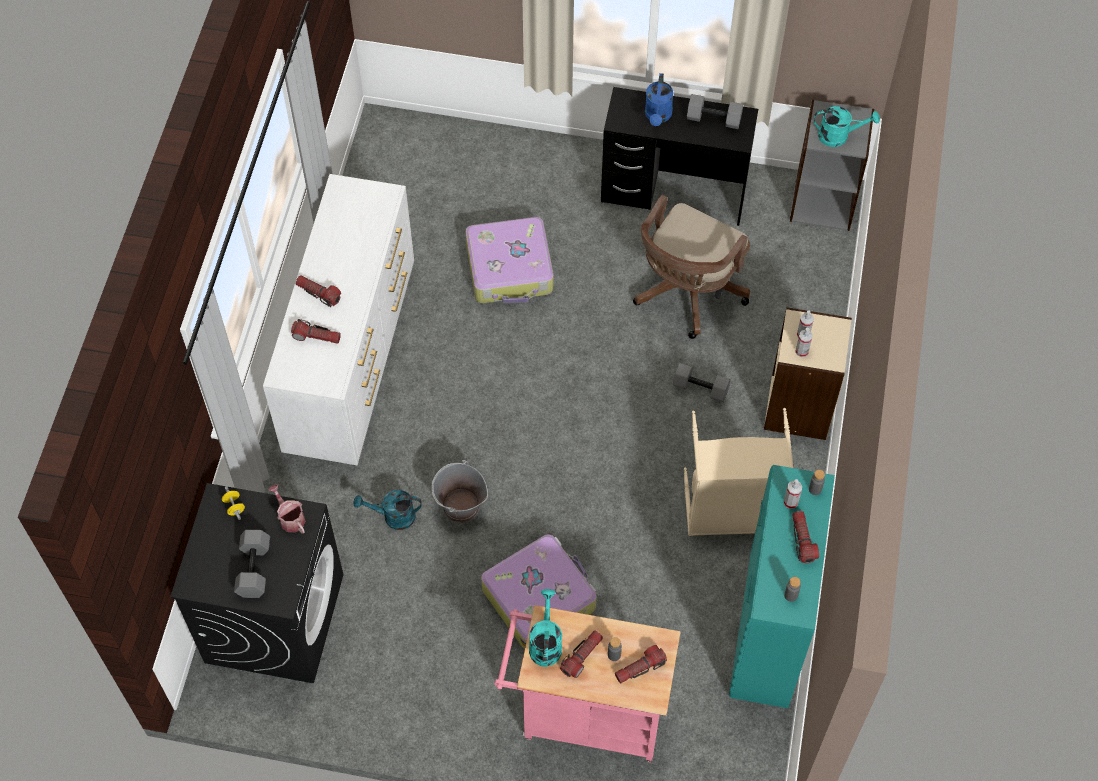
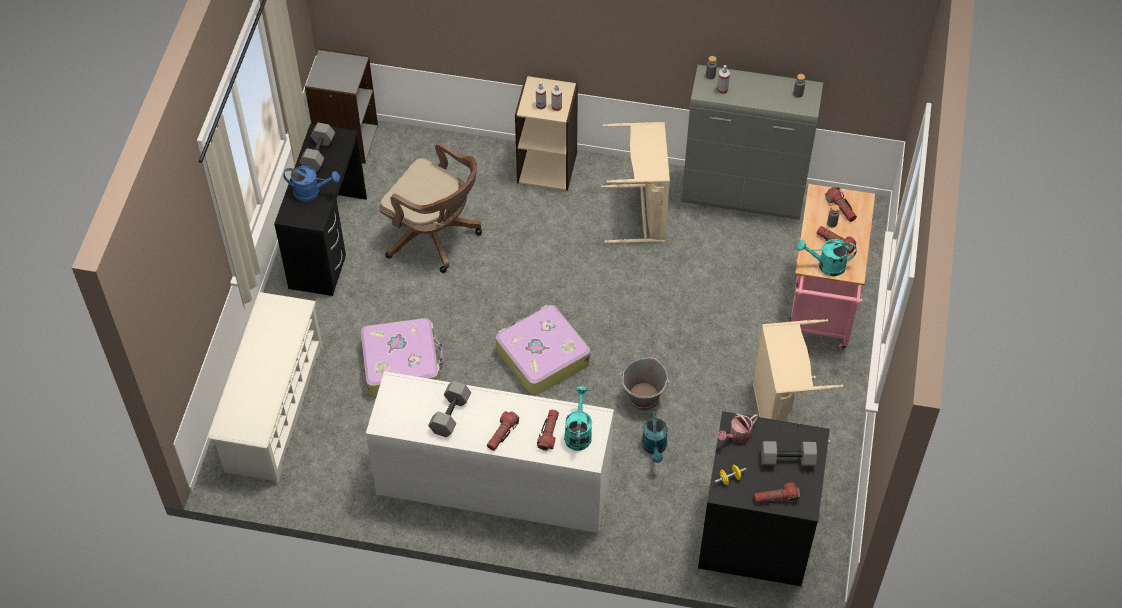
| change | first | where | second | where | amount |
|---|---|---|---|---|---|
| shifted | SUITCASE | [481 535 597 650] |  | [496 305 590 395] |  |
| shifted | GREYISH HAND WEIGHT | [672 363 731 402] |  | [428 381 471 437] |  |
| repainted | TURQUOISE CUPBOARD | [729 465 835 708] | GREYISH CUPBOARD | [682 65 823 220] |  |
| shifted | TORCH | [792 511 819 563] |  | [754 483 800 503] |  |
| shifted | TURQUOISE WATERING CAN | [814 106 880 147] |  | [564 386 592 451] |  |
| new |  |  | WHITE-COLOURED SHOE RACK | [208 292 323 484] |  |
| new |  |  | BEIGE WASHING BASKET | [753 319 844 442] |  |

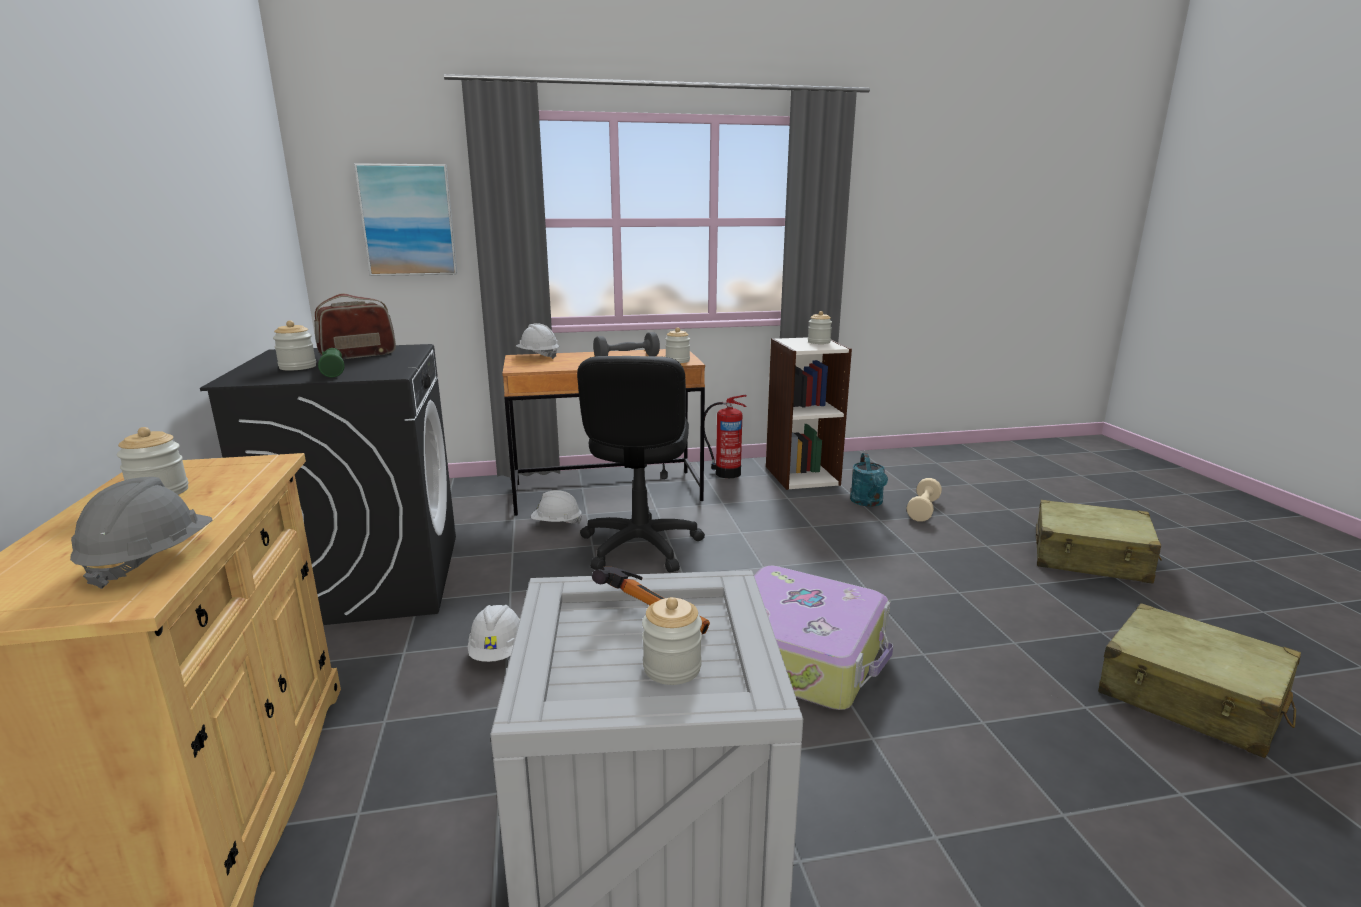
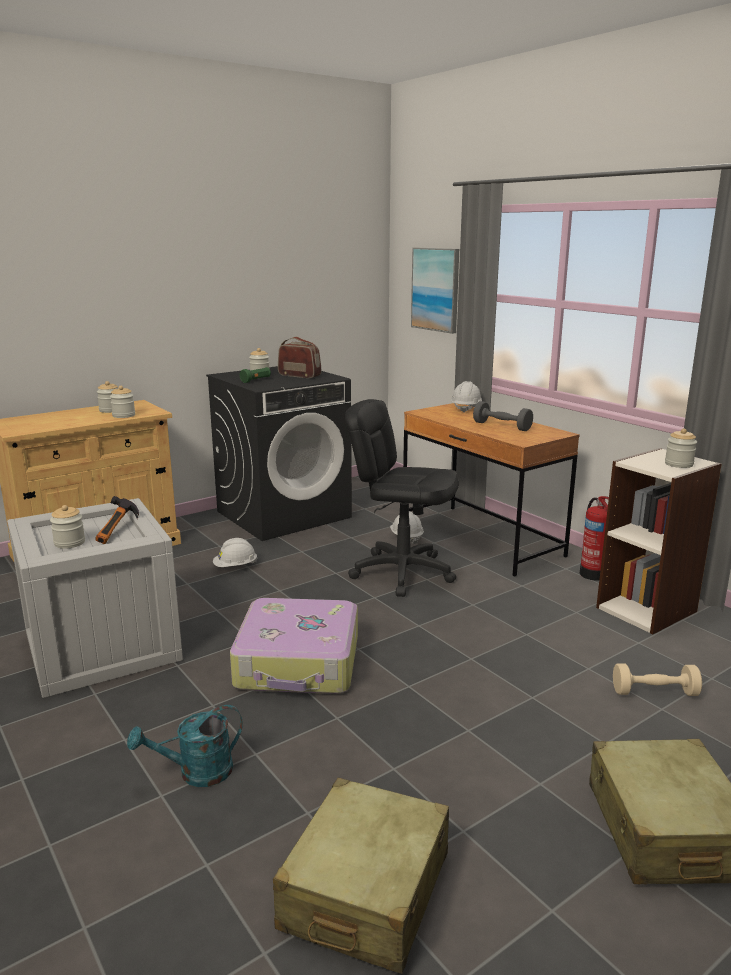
| change | first | where | second | where | amount |
|---|---|---|---|---|---|
| gone | GREYISH HARD HAT | [70 477 212 589] |  |  |  |
| rotated | BLACK DESK CHAIR | [577 356 705 572] |  | [345 399 459 597] | 45 degrees clockwise |
| shifted | JAR | [665 327 690 363] |  | [110 386 135 418] |  |
| shifted | TURQUOISE WATERING CAN | [850 453 888 507] |  | [127 705 243 787] |  |

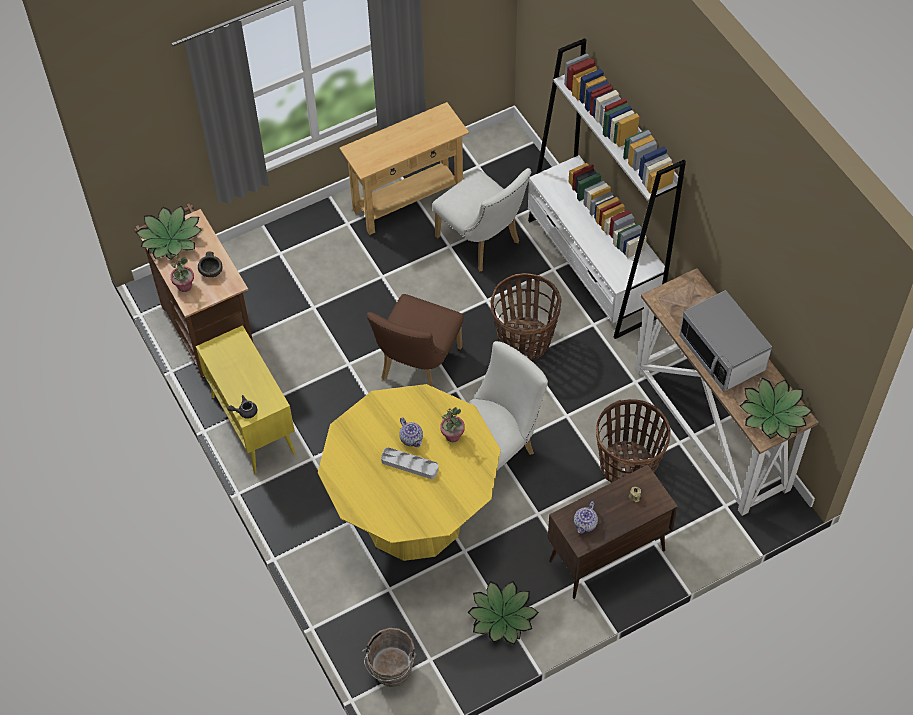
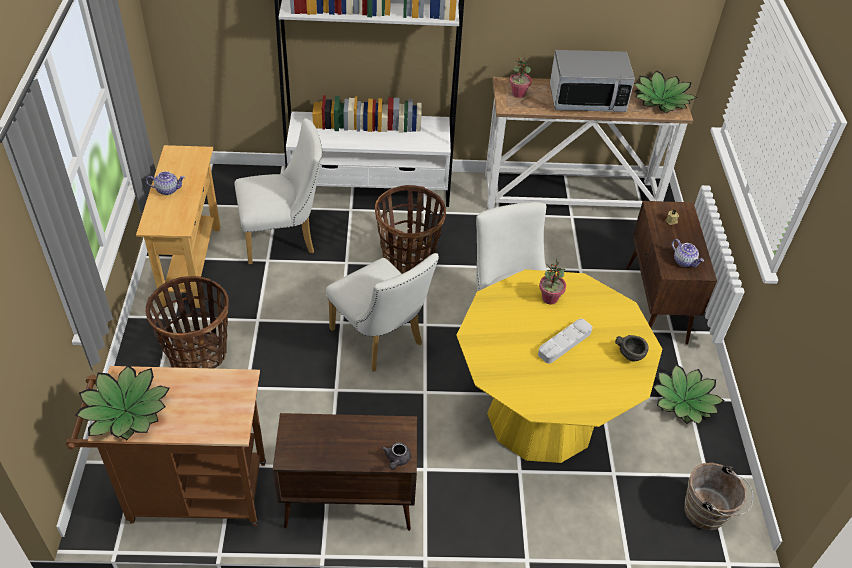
| change | first | where | second | where | amount |
|---|---|---|---|---|---|
| shifted | HOUSEPLANT | [170 257 194 292] |  | [510 56 532 98] |  |
| repainted | YELLOW-COLOURED CUPBOARD | [196 325 296 473] | BROWN-COLOURED CUPBOARD | [273 413 417 531] |  |
| shifted | GREYISH DEEP DISH | [198 252 223 277] |  | [615 335 649 361] |  |
| repainted | BROWN-COLOURED PLAIN CHAIR | [367 294 464 387] | WHITE-COLOURED PLAIN CHAIR | [326 253 439 372] |  |
| shifted | POT FOR TEA | [399 417 423 447] |  | [146 171 185 195] |  |
| shifted | STORAGE BASKET | [596 399 670 483] |  | [145 276 229 369] |  |

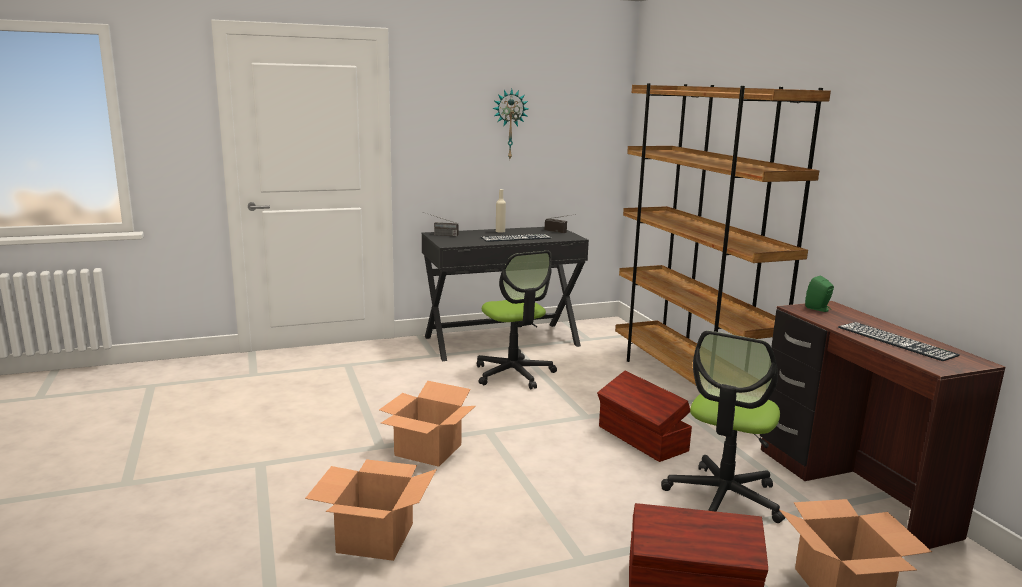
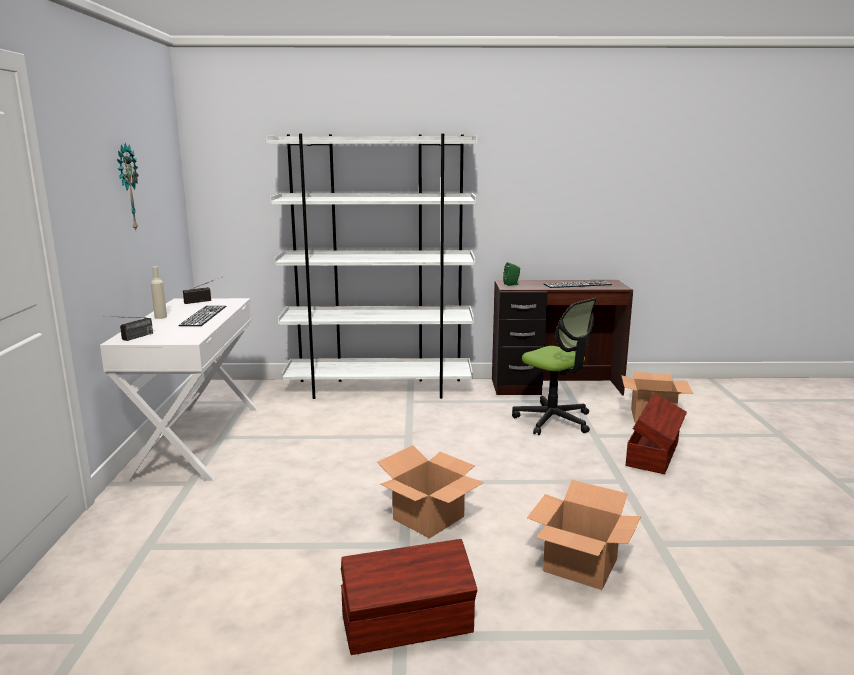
| change | first | where | second | where | amount |
|---|---|---|---|---|---|
| repainted | BLACK DESK UNIT | [422 227 589 361] | WHITE-COLOURED DESK UNIT | [100 298 258 481] |  |
| gone | DESK CHAIR | [477 251 557 389] |  |  |  |
| shifted | BROWN-COLOURED STORAGE BIN | [597 371 692 462] |  | [341 539 477 655] |  |
| repainted | BROWN-COLOURED SHELVING UNIT | [615 83 831 385] | WHITE-COLOURED SHELVING UNIT | [266 134 478 399] |  |

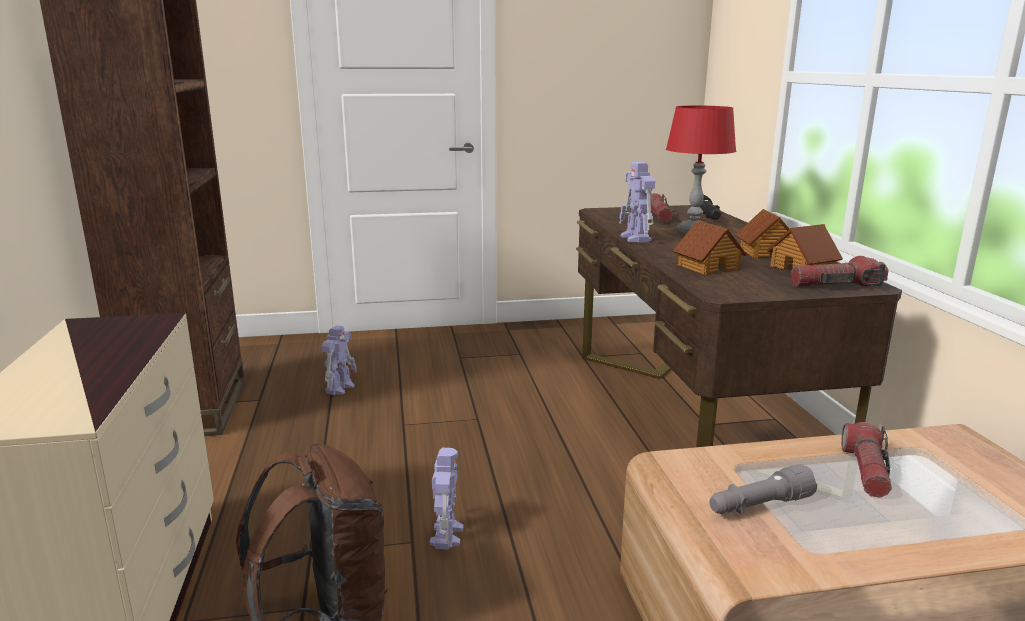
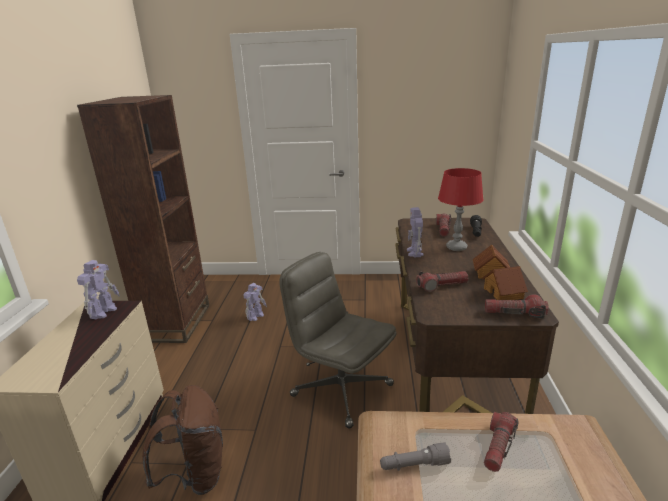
| change | first | where | second | where | amount |
|---|---|---|---|---|---|
| shifted | ROBOT FIGURE | [430 448 463 549] |  | [77 260 120 319] |  |
| swapped | MINIATURE HOUSE | [673 220 746 275] | TORCH | [416 271 468 292] |  |
| new |  |  | GREYISH DESK CHAIR | [279 252 396 429] |  |

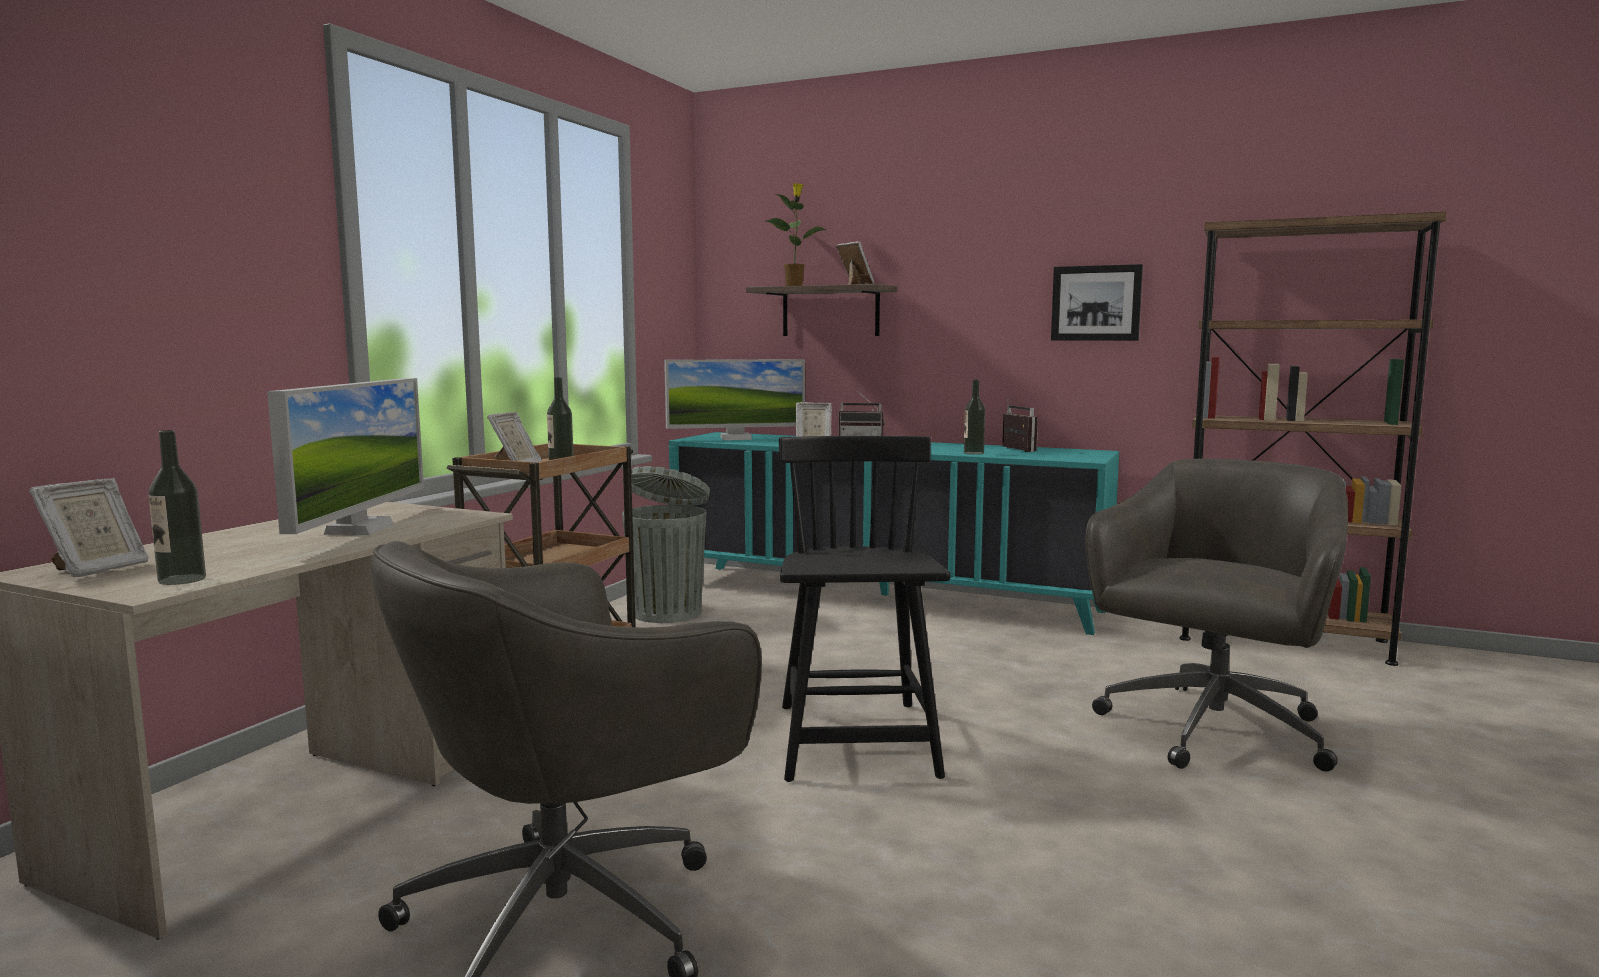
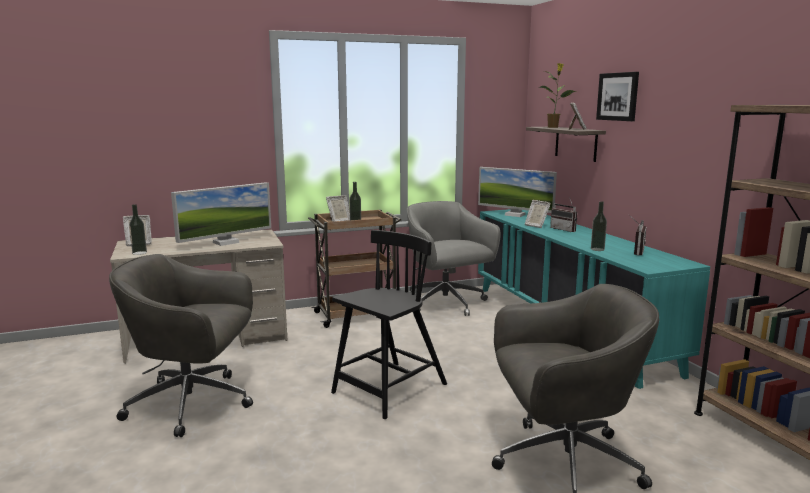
| change | first | where | second | where | amount |
|---|---|---|---|---|---|
| swapped | GREYISH WASTE BIN | [622 466 710 623] | GREYISH DESK CHAIR | [407 201 501 316] |  |
| shifted | WALL ART | [1051 264 1143 341] |  | [596 72 639 121] |  |

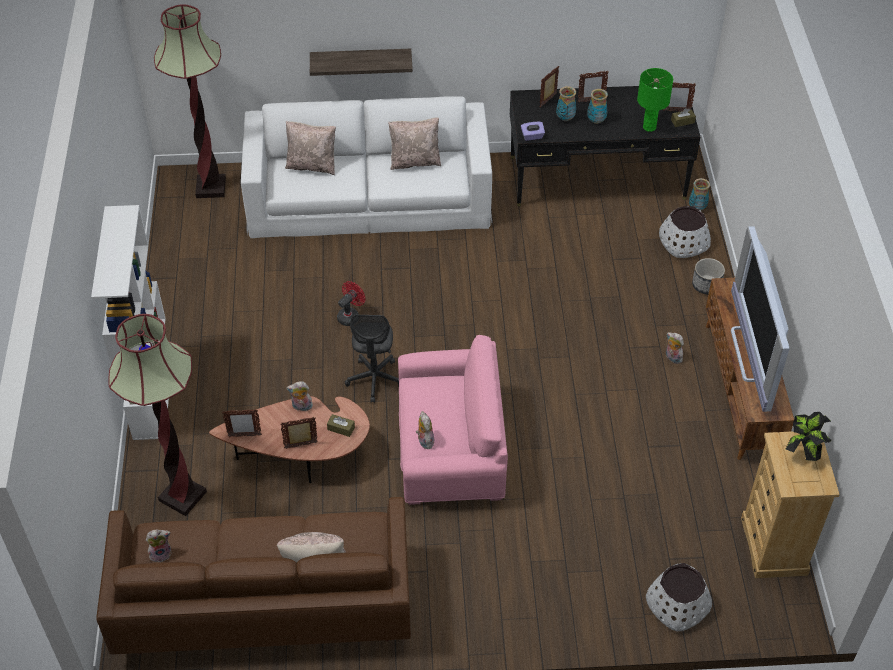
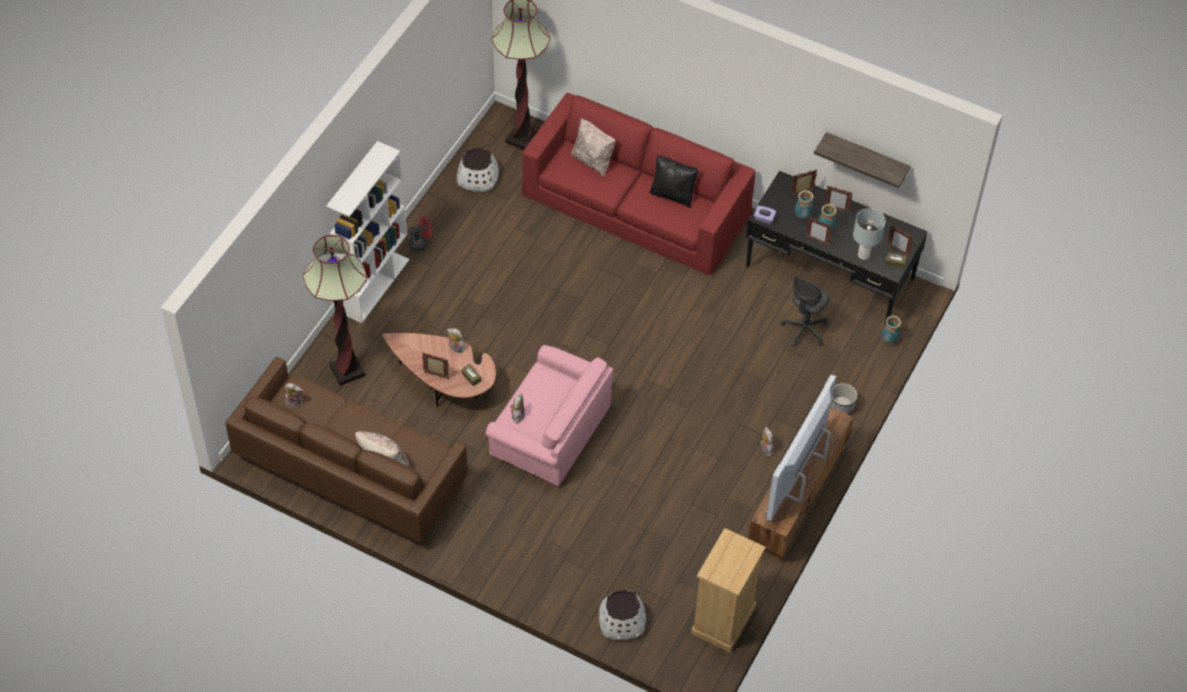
| change | first | where | second | where | amount |
|---|---|---|---|---|---|
| shifted | STANDING FRAME | [222 409 262 437] |  | [805 217 833 247] |  |
| repainted | WHITE-COLOURED COUCH | [241 96 492 238] | RED COUCH | [522 93 756 276] |  |
| shifted | SHELF | [310 49 413 76] |  | [814 132 911 188] |  |
| shifted | RED FAN | [337 281 366 326] |  | [409 216 432 251] |  |
| shifted | GREYISH DESK CHAIR | [345 315 399 403] |  | [781 276 830 347] |  |
| repainted | BEIGE PILLOW | [388 118 441 170] | BLACK PILLOW | [649 155 699 208] |  |
| repainted | GREEN-COLOURED TABLE LAMP | [637 68 673 132] | GREYISH TABLE LAMP | [853 208 886 260] |  |
| shifted | WHITE-COLOURED PLANT POT | [659 206 711 258] |  | [457 148 499 192] |  |
| gone | HOUSEPLANT | [786 412 831 461] |  |  |  |

